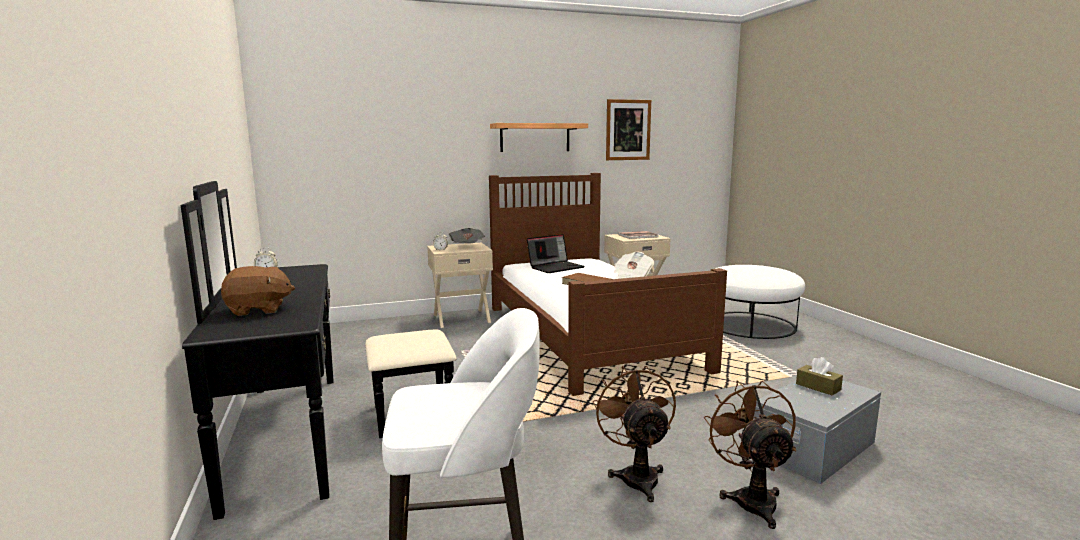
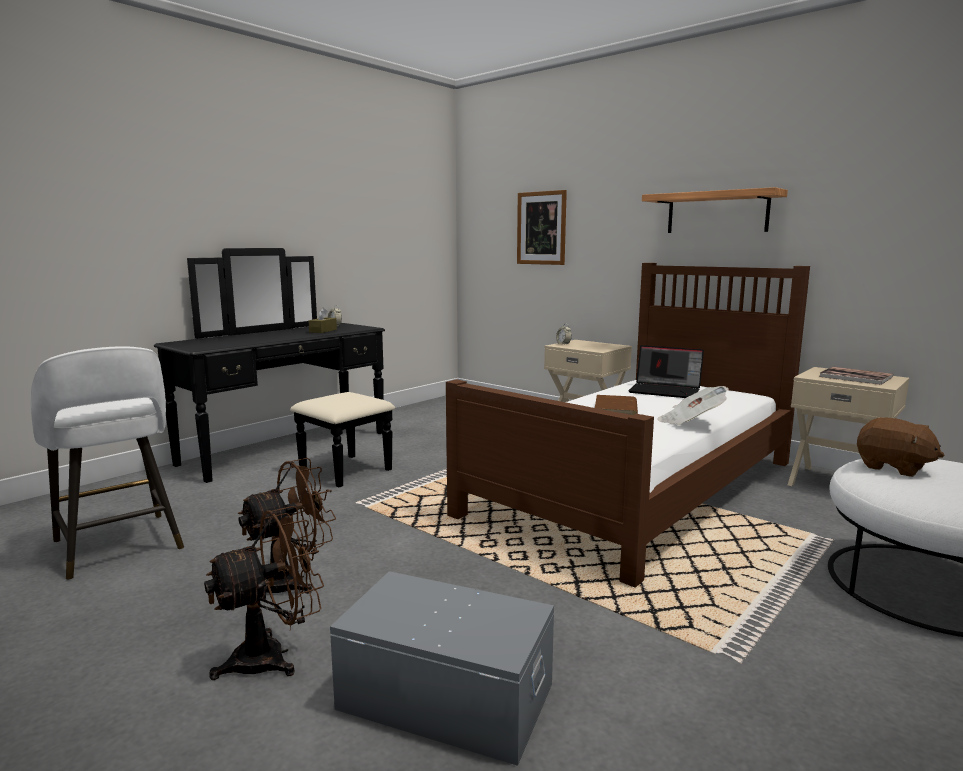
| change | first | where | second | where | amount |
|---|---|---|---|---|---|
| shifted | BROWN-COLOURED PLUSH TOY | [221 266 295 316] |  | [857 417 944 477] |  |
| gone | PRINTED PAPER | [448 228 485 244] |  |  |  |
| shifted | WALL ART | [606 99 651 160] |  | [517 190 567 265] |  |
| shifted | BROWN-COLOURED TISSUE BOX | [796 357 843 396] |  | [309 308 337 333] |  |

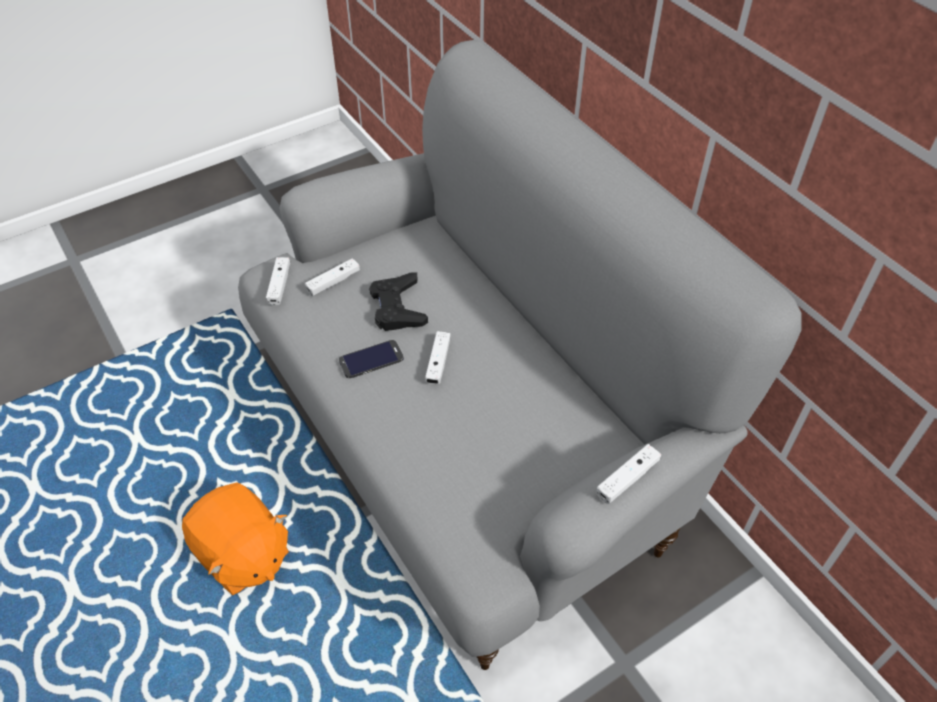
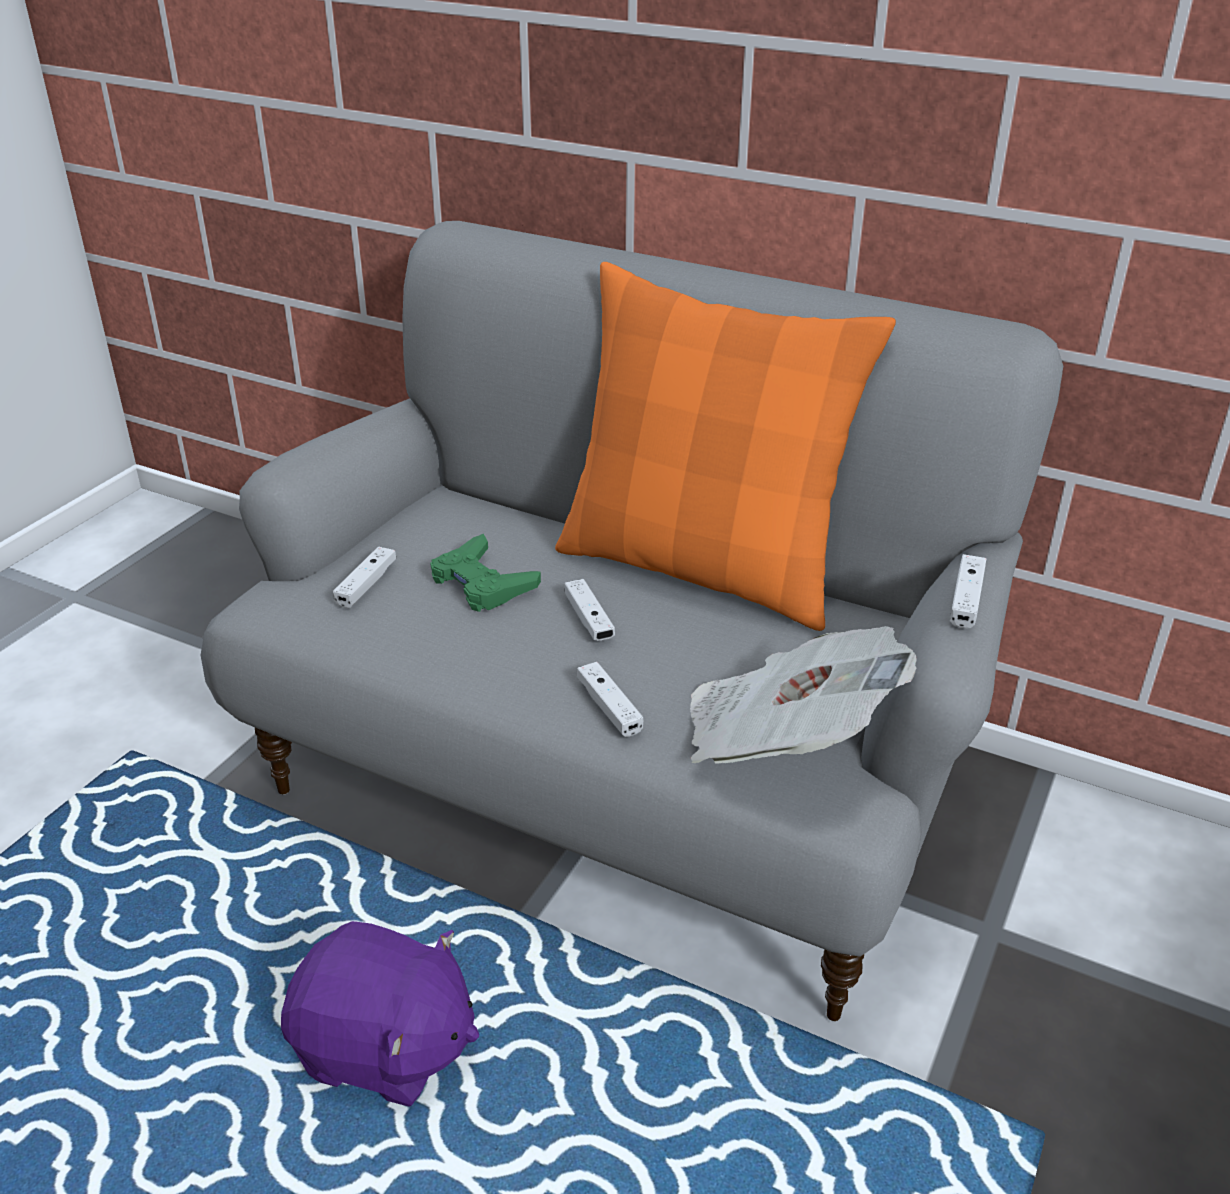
| change | first | where | second | where | amount |
|---|---|---|---|---|---|
| repainted | ORANGE PLUSH TOY | [182 482 289 596] | PURPLE PLUSH TOY | [281 921 479 1107] |  |
| shifted | WHITE-COLOURED GAME CONTROLLER | [266 257 290 305] |  | [577 662 643 737] |  |
| gone | PHONE | [339 340 404 378] |  |  |  |
| repainted | BLACK GAME CONTROLLER | [369 273 428 331] | GREEN-COLOURED GAME CONTROLLER | [430 534 541 612] |  |
| new |  |  | ORANGE PILLOW | [555 262 896 631] |  |
| new |  |  | PRINTED PAPER | [690 626 917 764] |  |

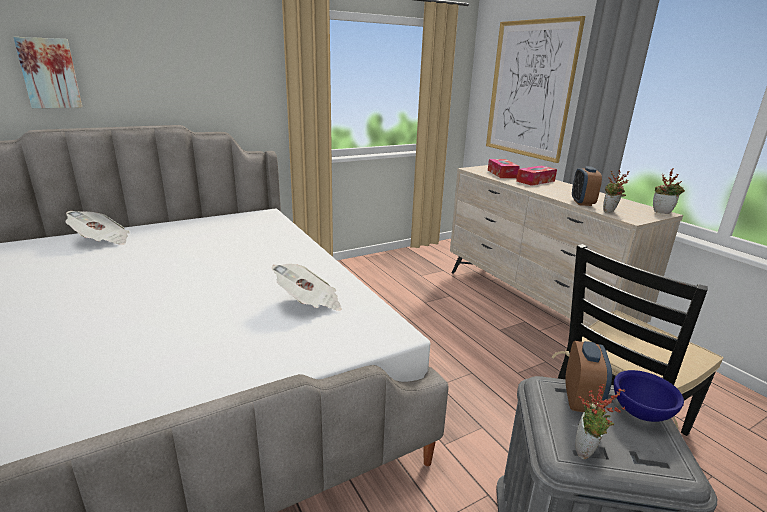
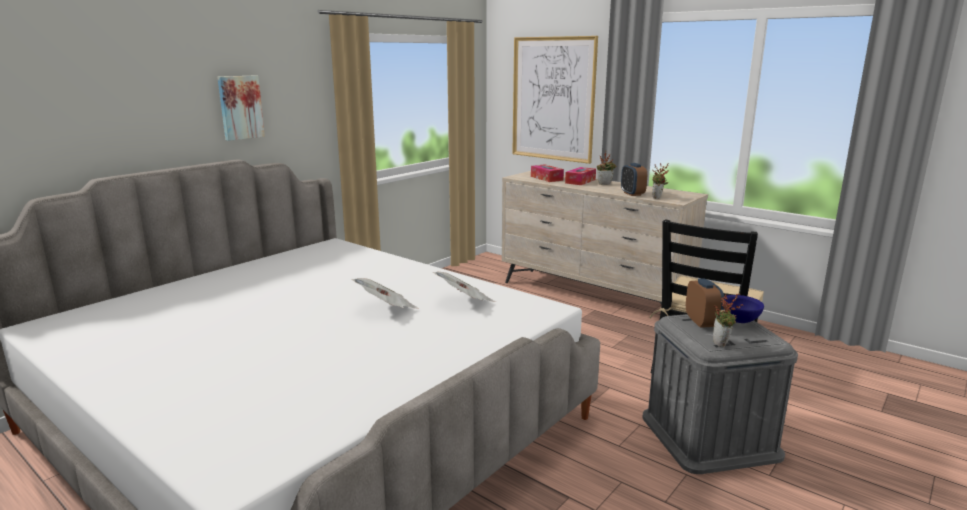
| change | first | where | second | where | amount |
|---|---|---|---|---|---|
| shifted | WALL ART | [13 37 82 108] |  | [217 75 265 141] |  |
| shifted | PRINTED PAPER | [65 211 130 245] |  | [351 278 419 309] |  |
| shifted | HOUSEPLANT | [653 168 685 214] |  | [597 151 616 185] |  |

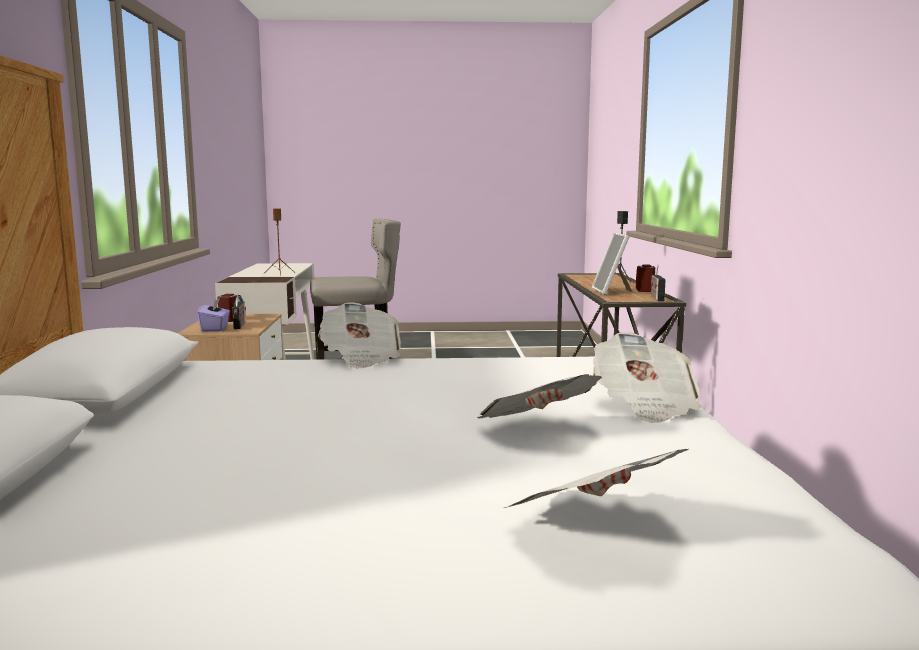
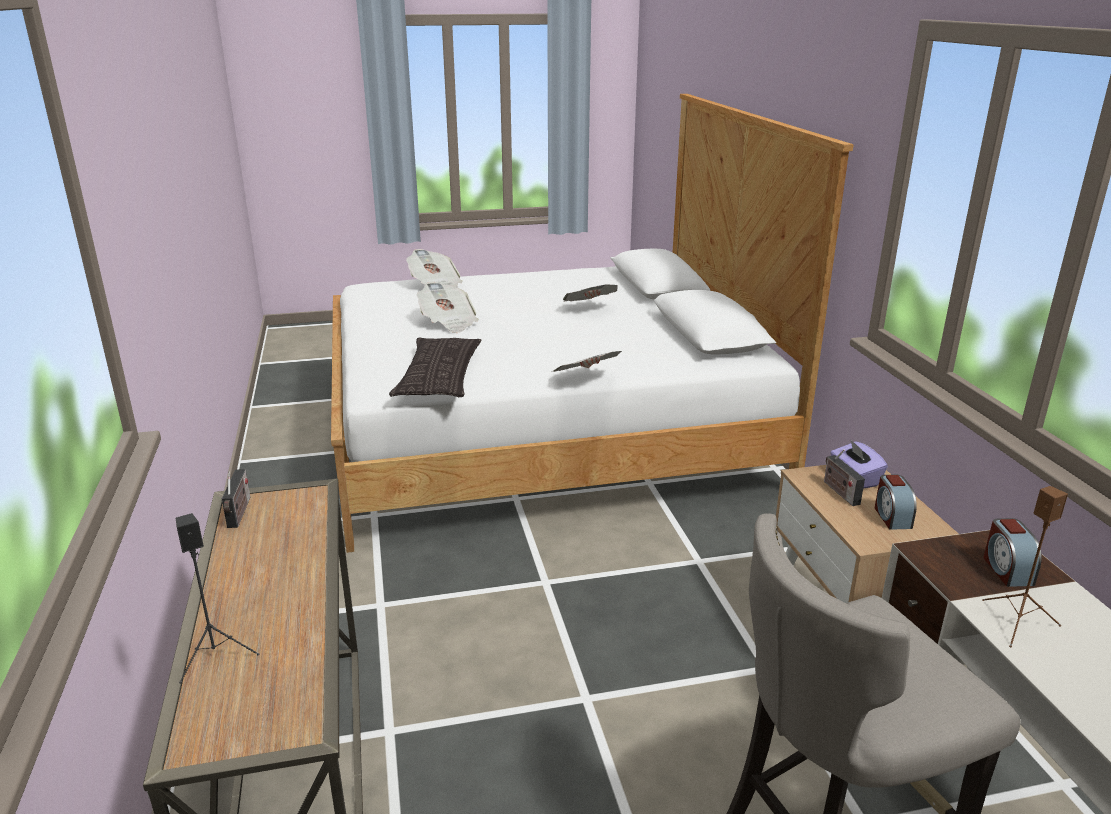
| change | first | where | second | where | amount |
|---|---|---|---|---|---|
| gone | STANDING FRAME | [592 233 633 294] |  |  |  |
| shifted | PRINTED PAPER | [592 332 701 423] |  | [563 284 618 301] |  |
| shifted | ALARM CLOCK | [636 265 655 292] |  | [984 518 1042 587] |  |
| new |  |  | PILLOW | [389 338 481 397] |  |

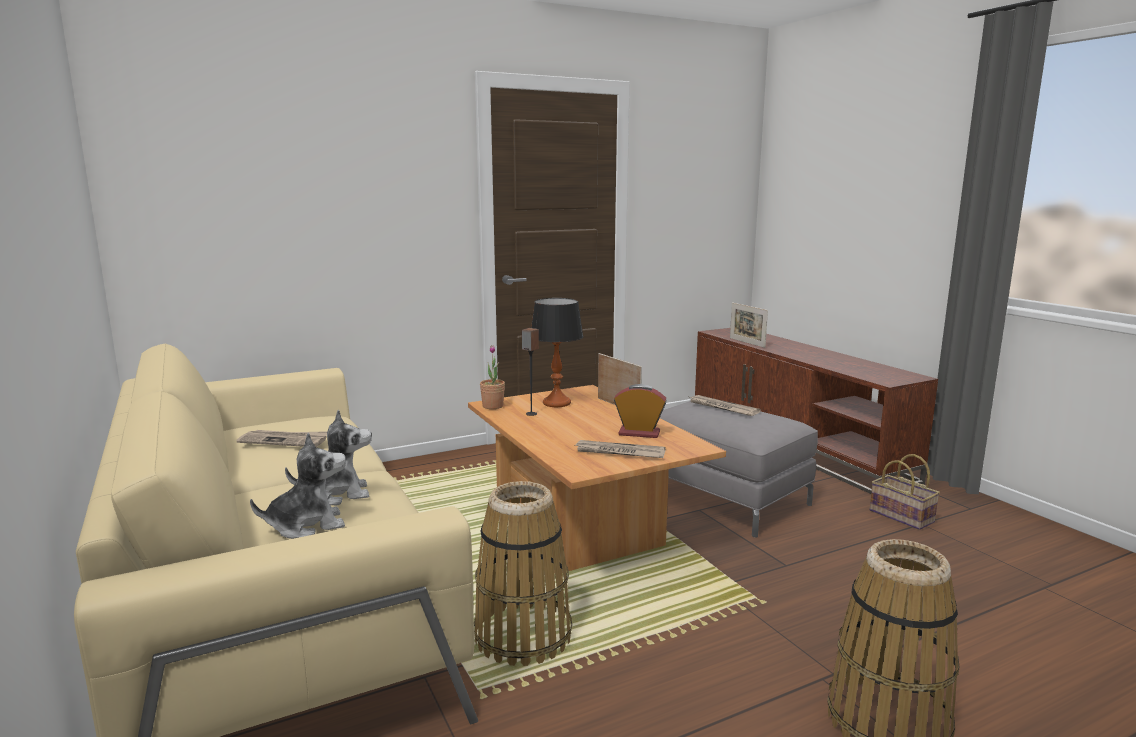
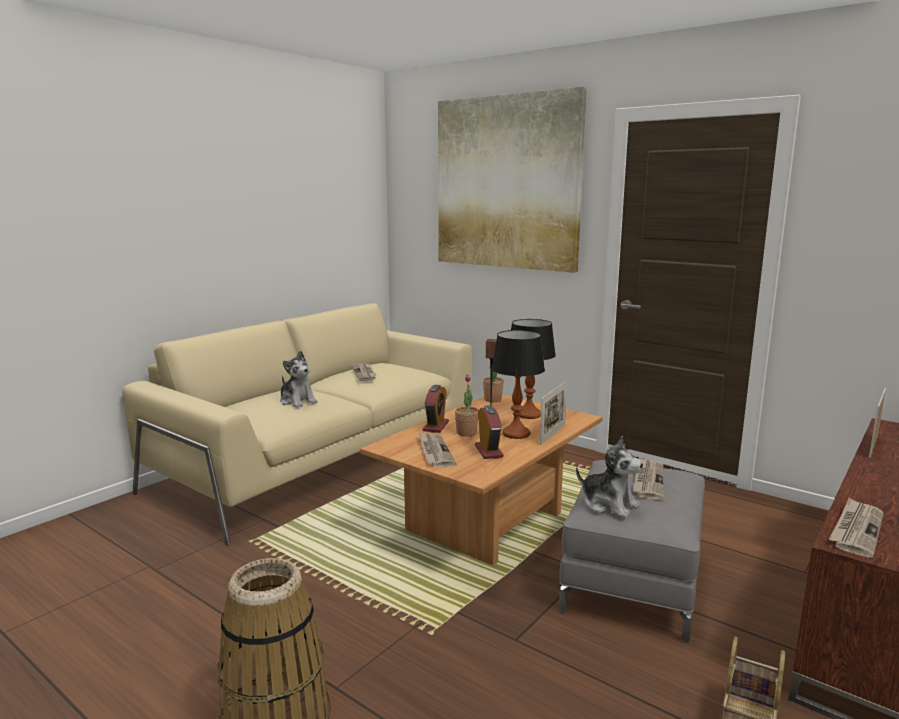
| change | first | where | second | where | amount |
|---|---|---|---|---|---|
| shifted | PLUSH TOY | [250 433 346 539] |  | [576 436 643 518] |  |
| gone | STORAGE BASKET | [474 481 572 666] |  |  |  |
| new |  |  | ALARM CLOCK | [423 385 449 433] |  |
| new |  |  | WALL ART | [438 87 587 273] |  |
| new |  |  | HOUSEPLANT | [455 375 479 437] |  |
| new |  |  | TABLE LAMP | [491 330 545 439] |  |
| new |  |  | PRINTED PAPER | [829 497 884 558] |  |

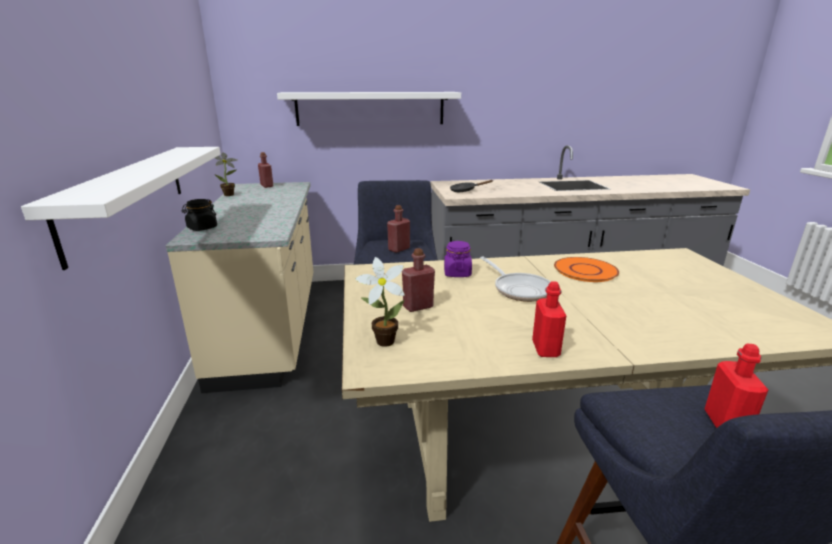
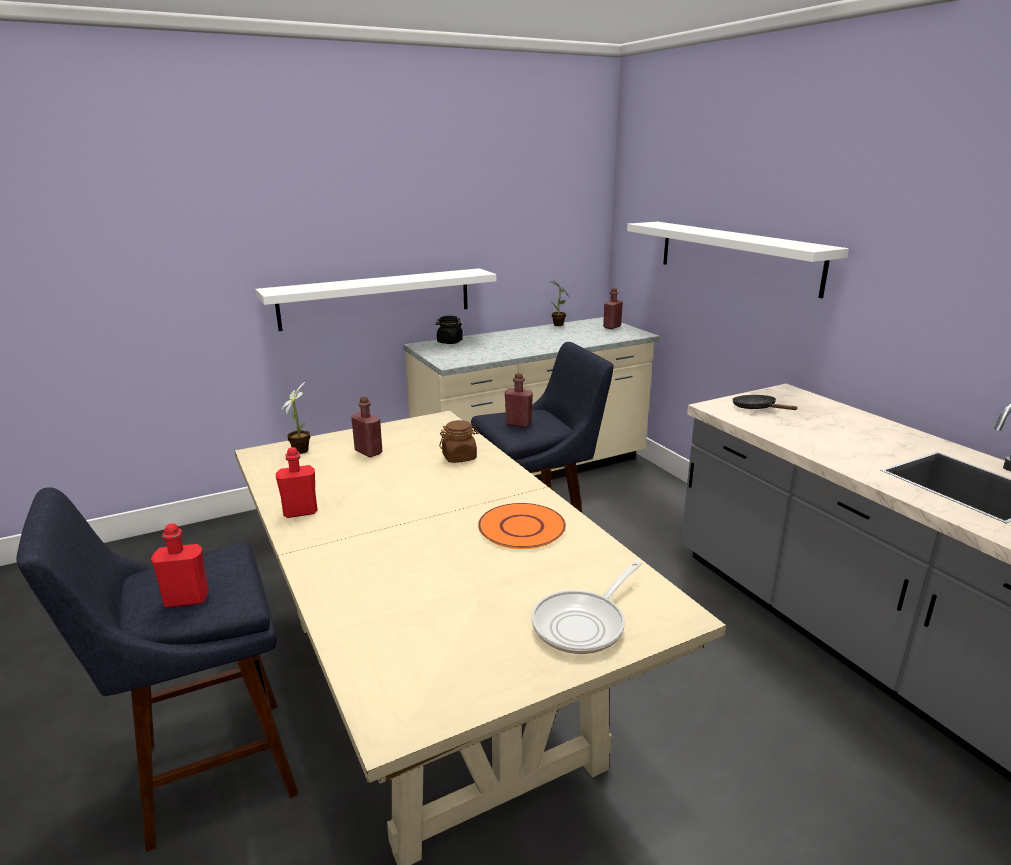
| change | first | where | second | where | amount |
|---|---|---|---|---|---|
| repainted | PURPLE JAR | [444 241 472 277] | BROWN-COLOURED JAR | [439 420 479 463] |  |
| shifted | SKILLET | [480 256 551 302] |  | [532 560 642 654] |  |

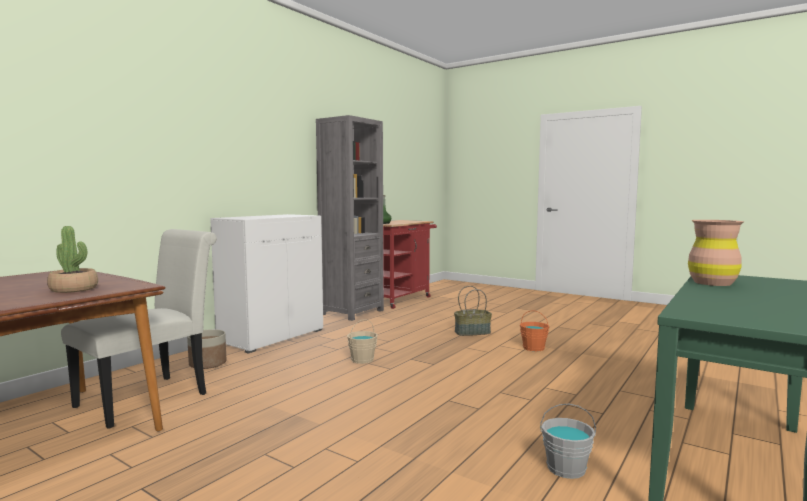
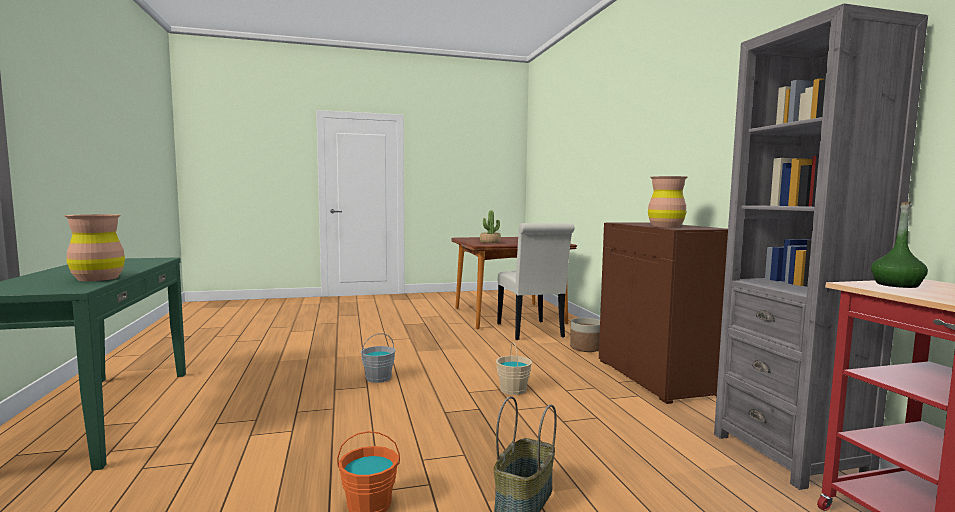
| change | first | where | second | where | amount |
|---|---|---|---|---|---|
| repainted | WHITE-COLOURED CUPBOARD | [210 214 323 354] | BROWN-COLOURED CUPBOARD | [599 222 728 404] |  |
| shifted | GREYISH PAIL | [540 404 596 479] |  | [361 333 396 383] |  |
| new |  |  | BROWN-COLOURED DECORATIVE VASE | [648 176 687 228] |  |

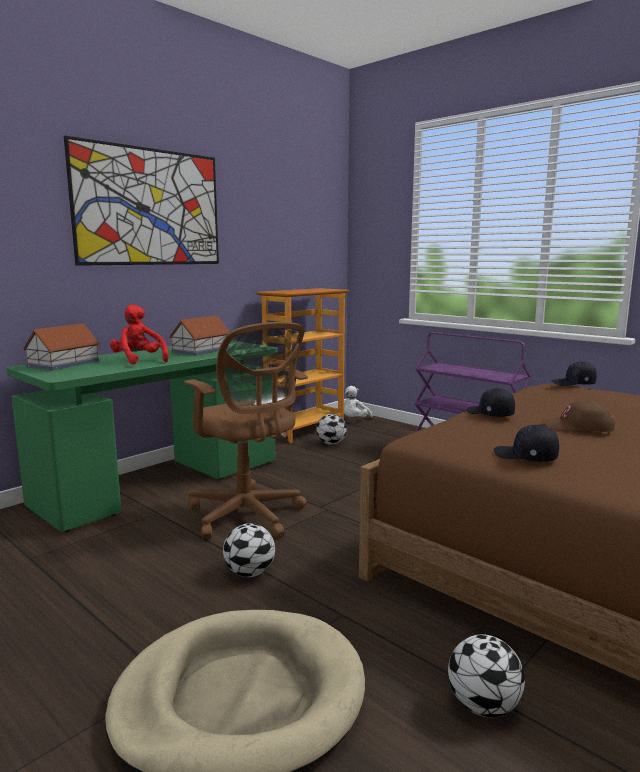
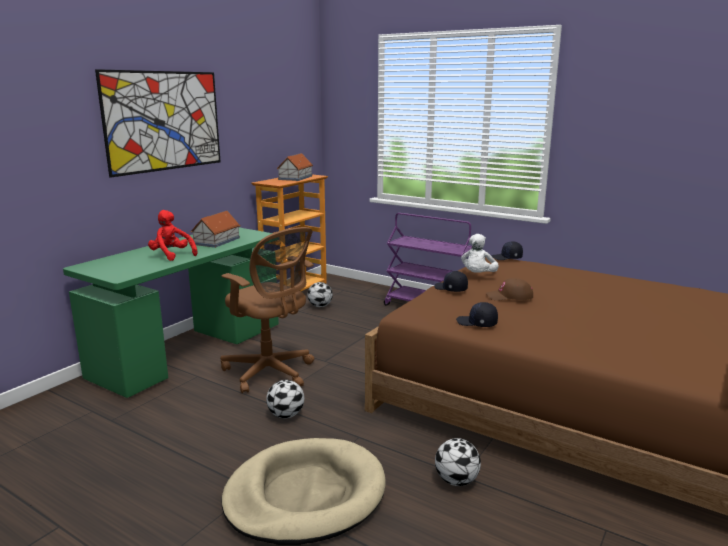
| change | first | where | second | where | amount |
|---|---|---|---|---|---|
| shifted | MINIATURE HOUSE | [23 323 100 371] |  | [277 153 313 181] |  |
| shifted | WHITE-COLOURED PLUSH TOY | [344 386 373 417] |  | [461 234 499 273] |  |

